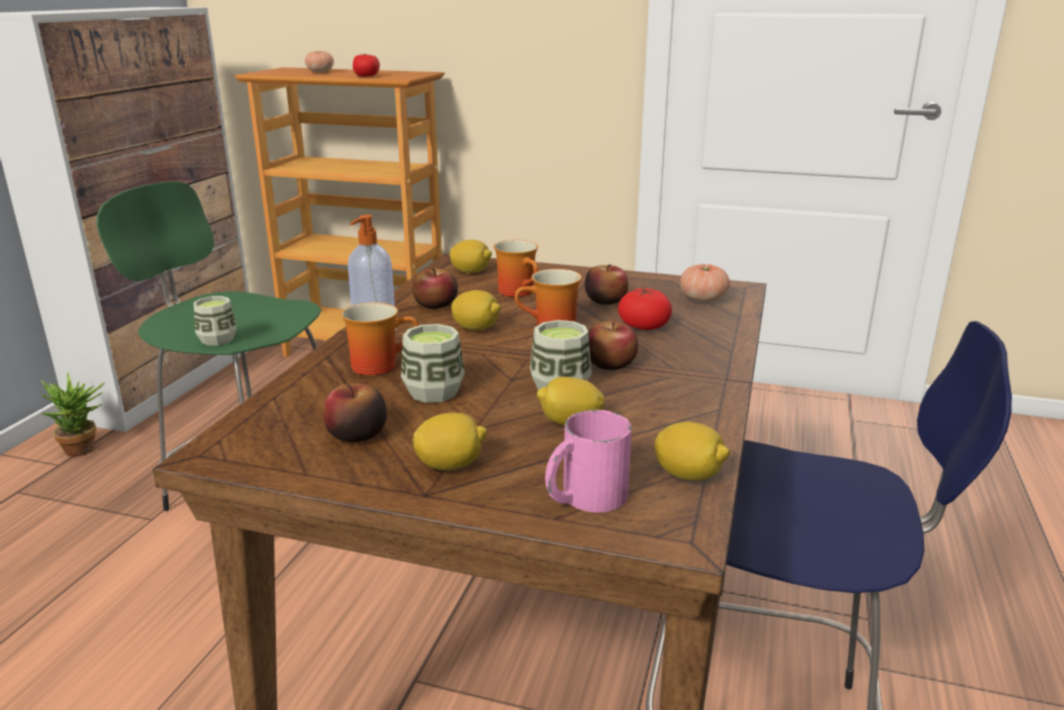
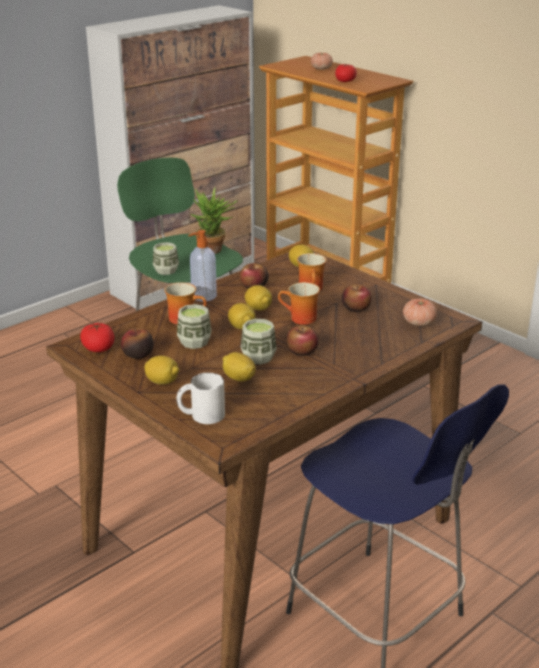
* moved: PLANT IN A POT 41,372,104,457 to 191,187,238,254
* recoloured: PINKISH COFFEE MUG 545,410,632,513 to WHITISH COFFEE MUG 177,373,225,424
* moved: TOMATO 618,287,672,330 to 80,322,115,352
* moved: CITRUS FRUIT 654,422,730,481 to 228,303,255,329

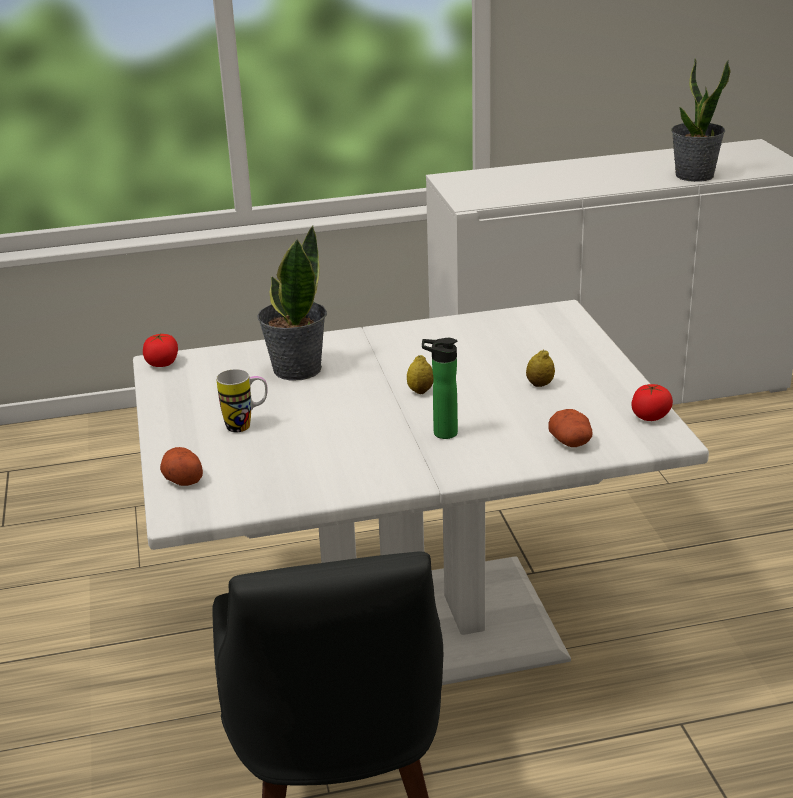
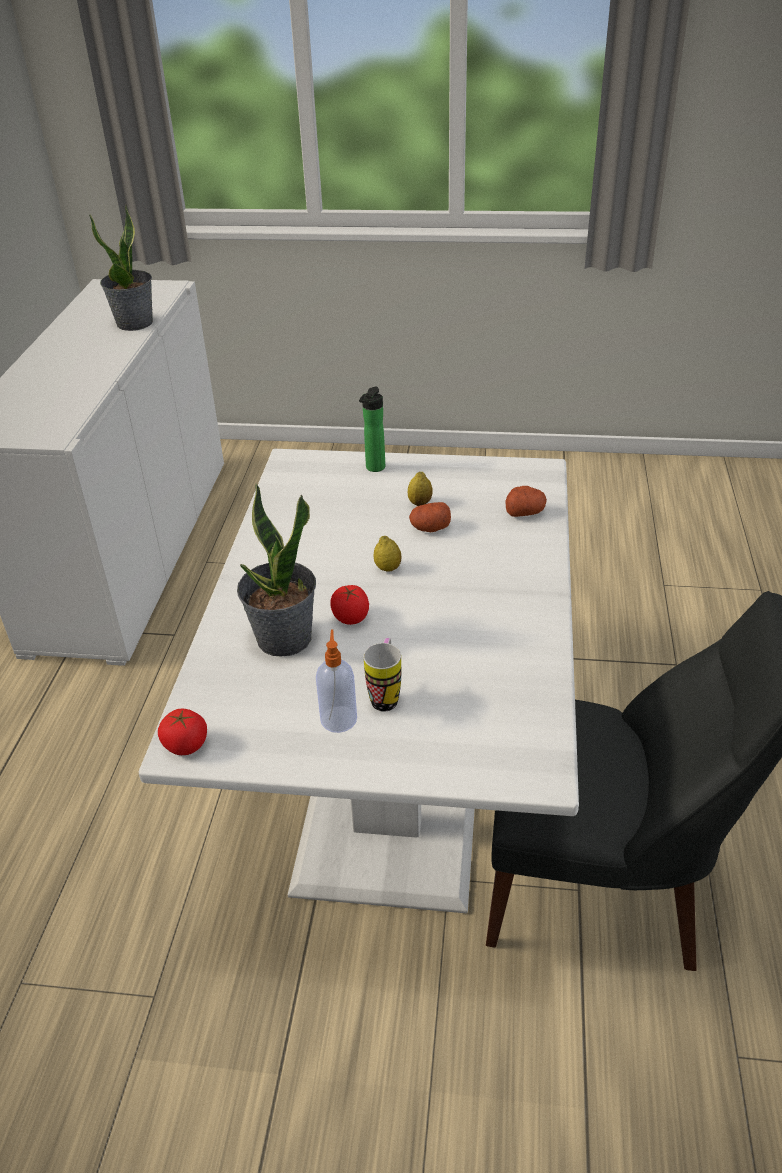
* moved: POTATO 160,447,203,486 to 409,502,451,532
* moved: BOTTLE 422,338,458,439 to 359,387,385,472
* moved: TOMATO 631,384,673,421 to 330,585,369,625
* added: SOAP DISPENSER 316,630,357,733

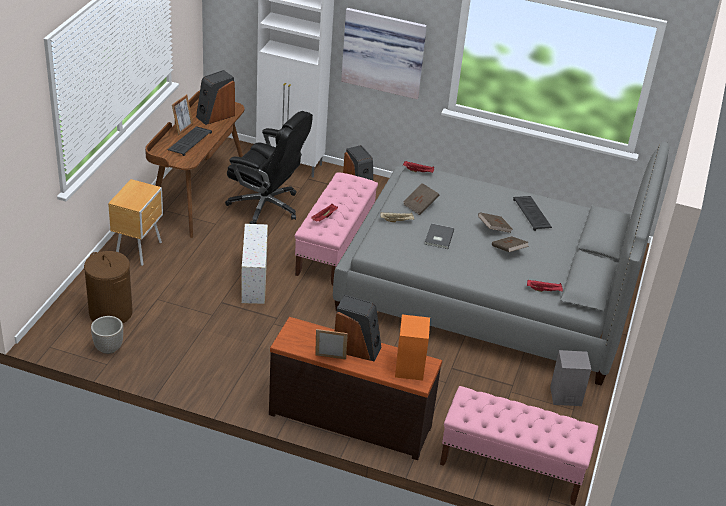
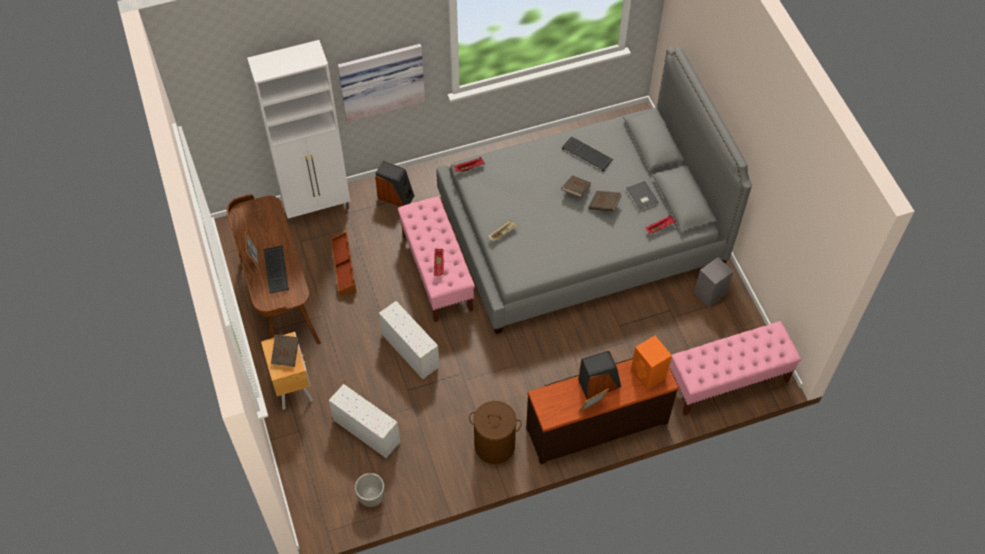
* moved: BROWN HAMPER 84,251,133,323 to 469,401,522,464
* removed: AUDIO SPEAKER 196,70,235,125
* replaced: BLACK-COLOURED DESK CHAIR 225,111,313,224 to BROWN STORAGE BOX 331,231,357,296
* moved: BROWN BOUND BOOK 403,183,439,215 to 271,334,299,367
* moved: GREYISH BOUND BOOK 425,223,454,249 to 626,181,659,211
* added: WHITISH STORAGE BOX 329,384,400,458

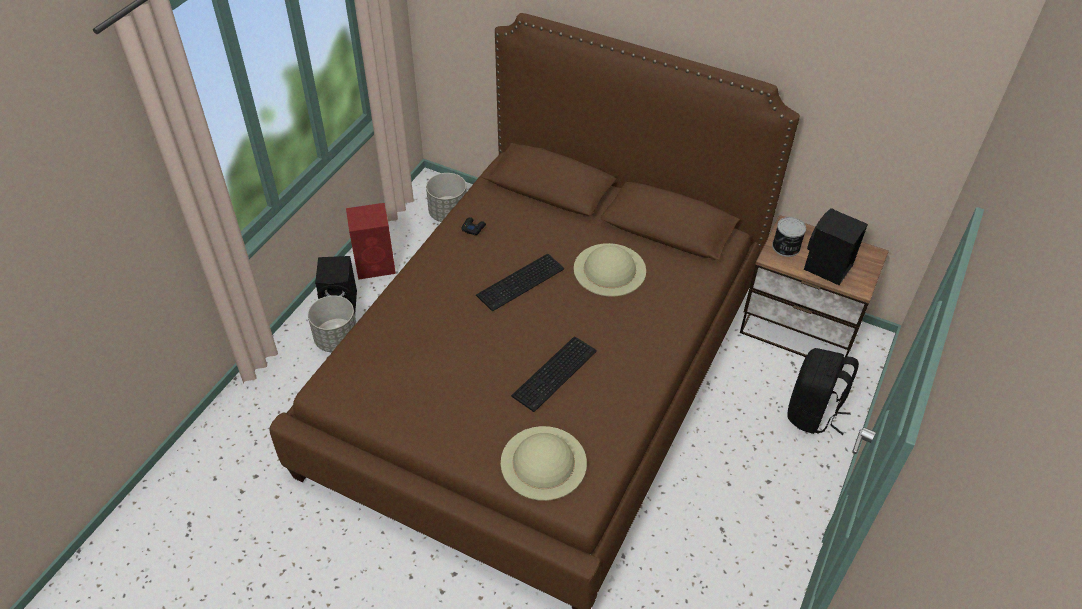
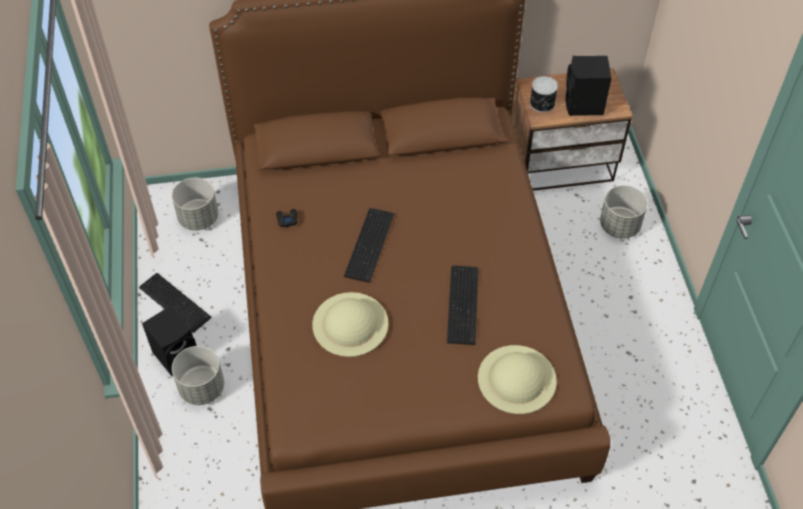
* replaced: RED-COLOURED AUDIO SPEAKER 346,203,396,280 to KEYBOARD 139,273,212,333
* moved: SAND-COLOURED HAT 574,243,646,297 to 312,292,388,357
* replaced: BLACK-COLOURED BACKPACK 787,348,859,435 to GREYISH PLANTER 600,185,648,239

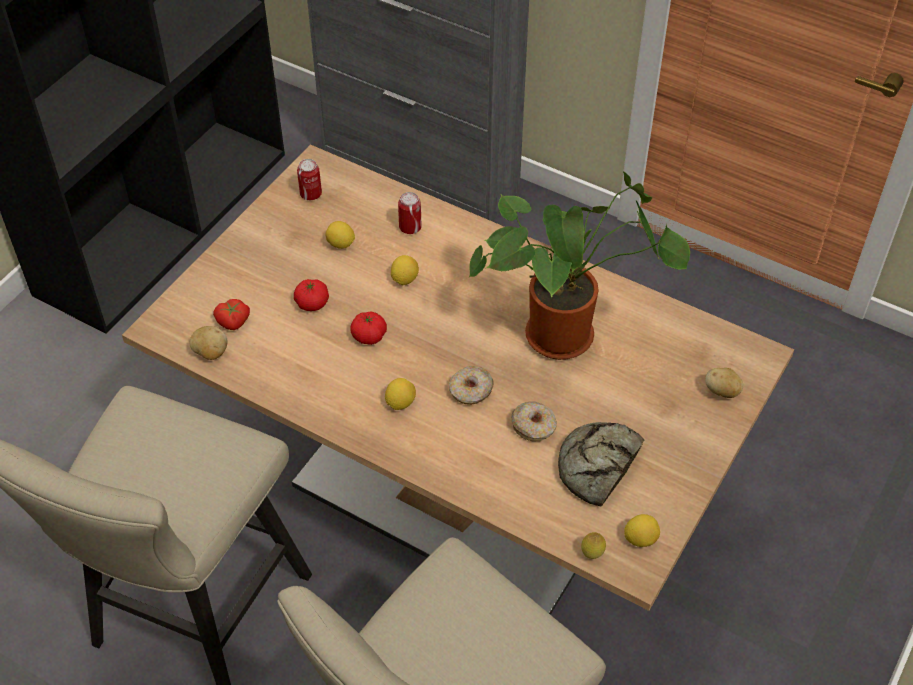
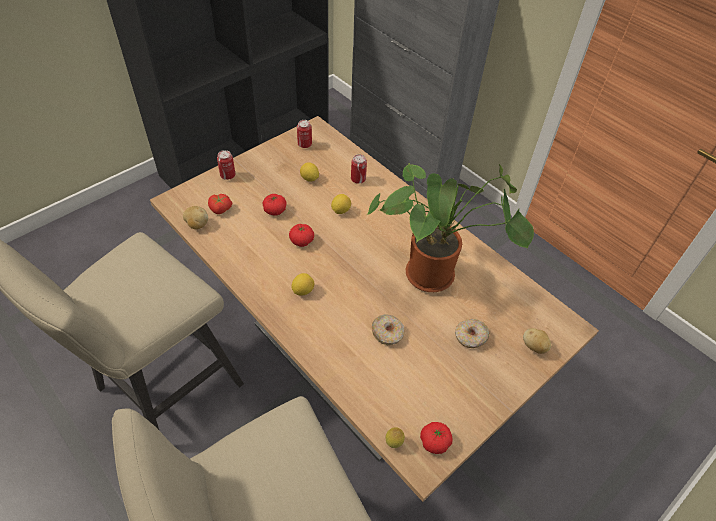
* moved: DOUGHNUT 449,366,494,405 to 455,319,490,348
* removed: BREAD 558,422,644,506
* replaced: CITRUS FRUIT 624,514,660,547 to TOMATO 420,422,453,454
* added: SEALED CAN 217,150,235,180

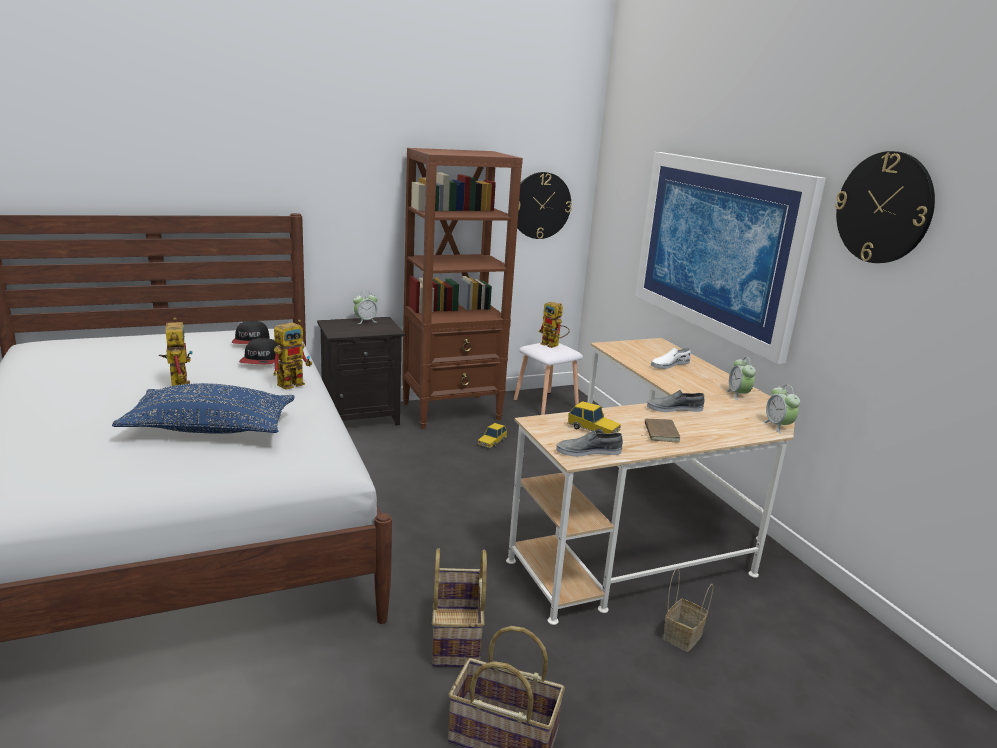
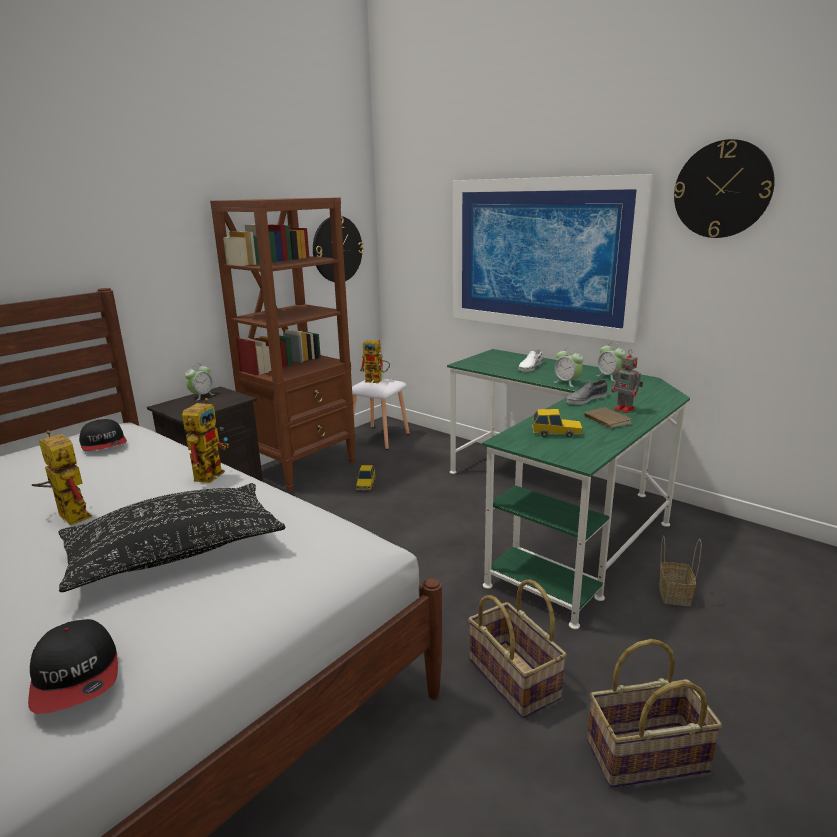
* recoloured: BLUE THROW PILLOW 112,383,295,434 to BLACK-COLOURED THROW PILLOW 59,483,285,592
* moved: PEAKED CAP 239,338,278,364 to 28,619,118,714
* recoloured: SAND-COLOURED DESK 506,338,795,625 to GREEN DESK 447,349,690,629
* removed: GREYISH ITEM OF FOOTWEAR 556,430,623,457
* moved: BEDSIDE CLOCK 763,385,800,433 to 555,347,583,387
* added: TOY ROBOT 611,349,643,413

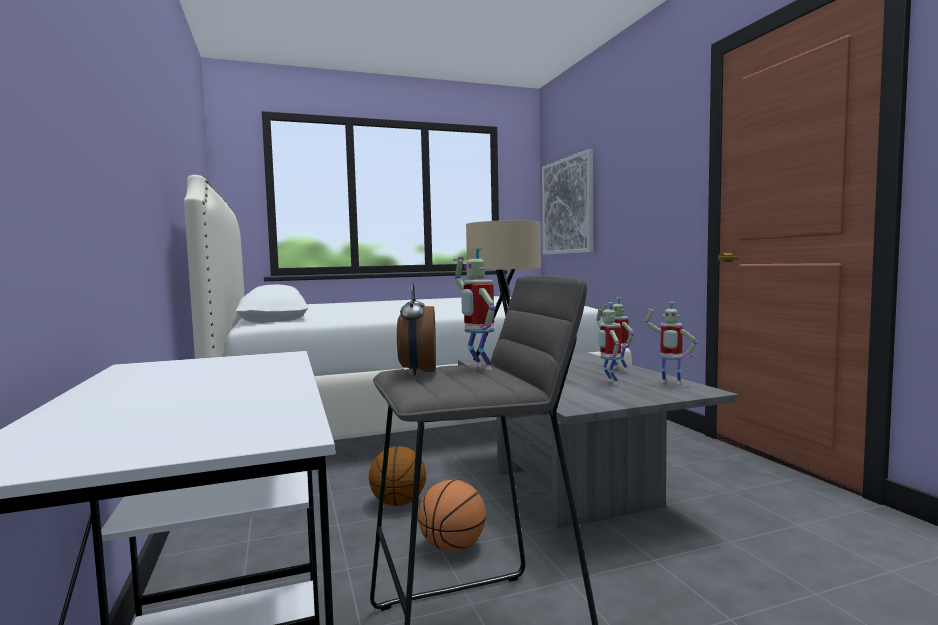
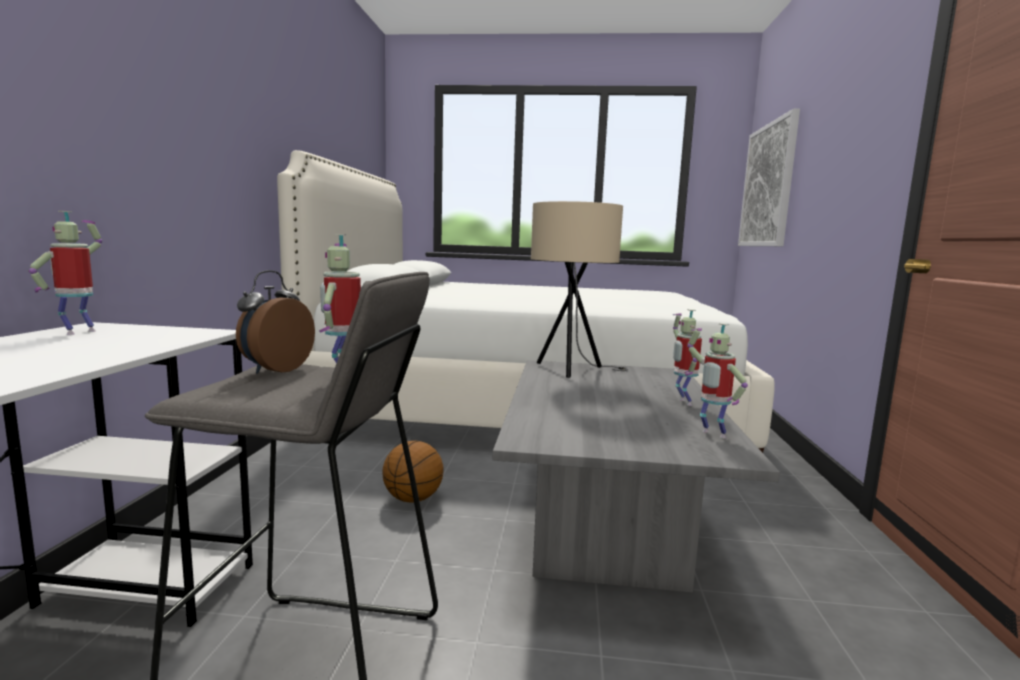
* removed: BASKETBALL BALL 418,480,486,552
* moved: TOY ROBOT 595,303,621,385 to 29,211,102,335

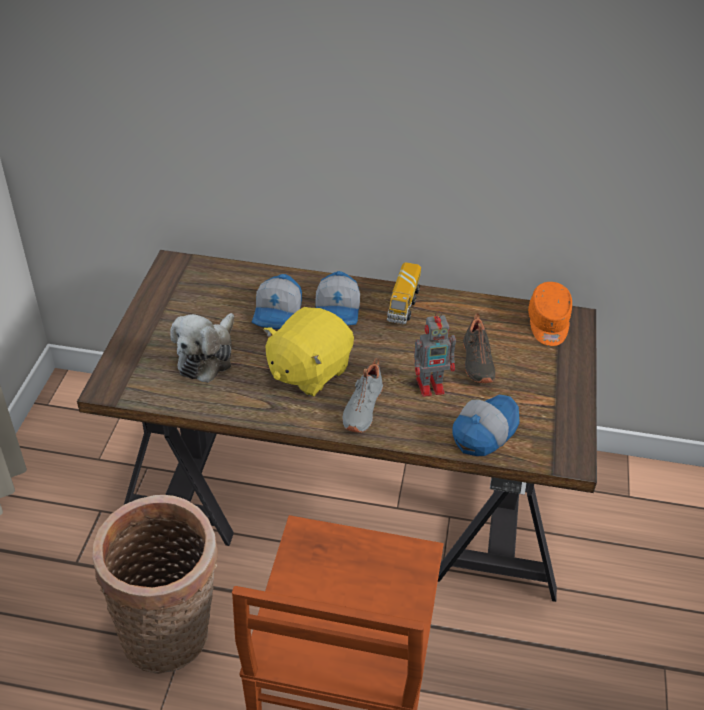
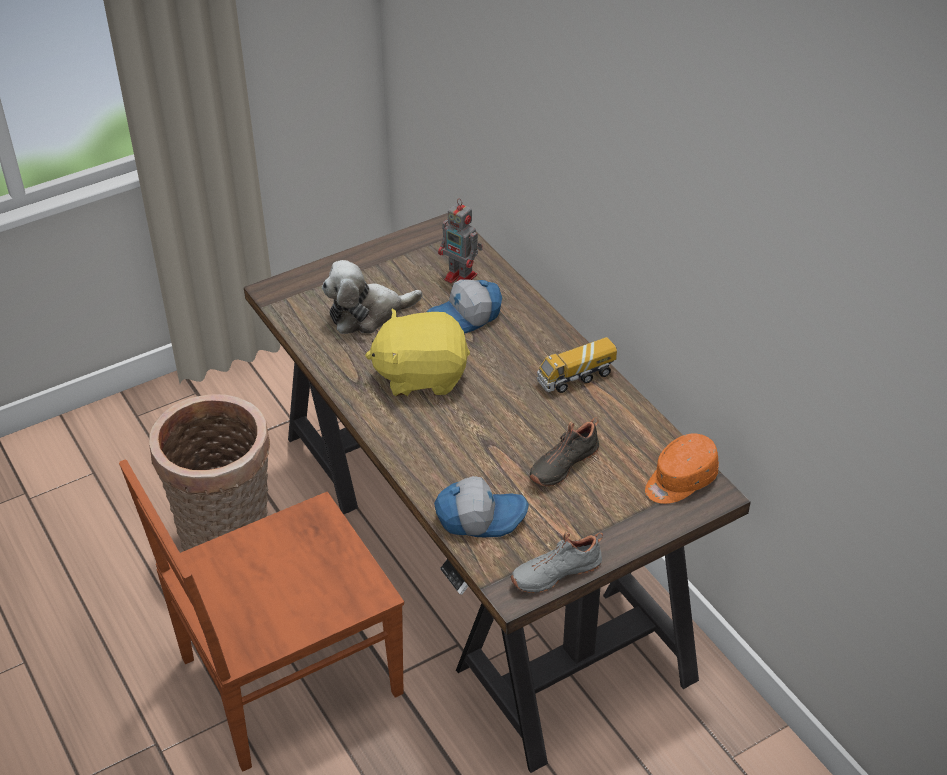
* removed: PEAKED CAP 316,271,360,325
* moved: GREYISH ITEM OF FOOTWEAR 343,359,383,432 to 511,531,603,593
* moved: TOY ROBOT 414,311,456,397 to 438,198,483,283

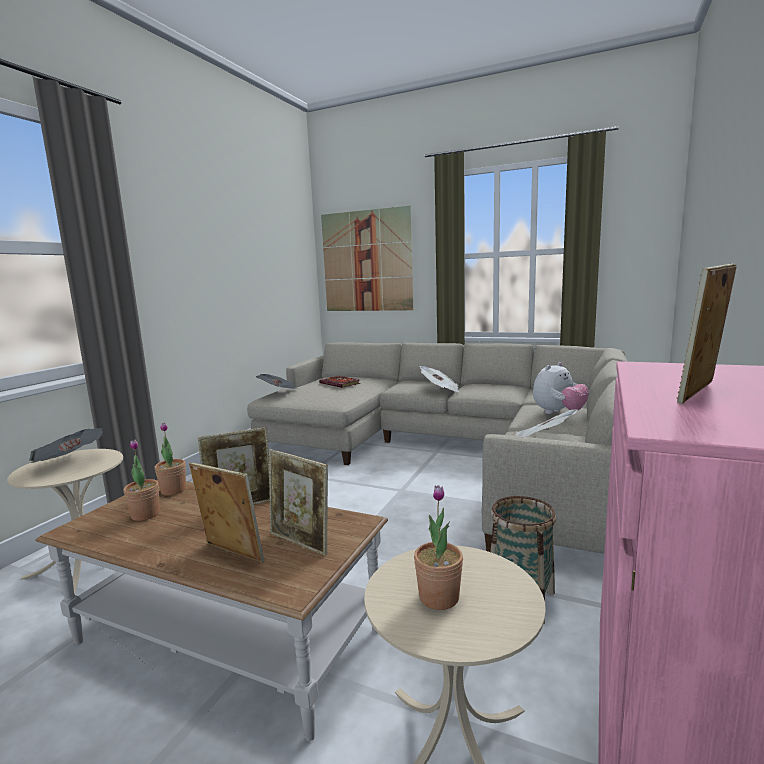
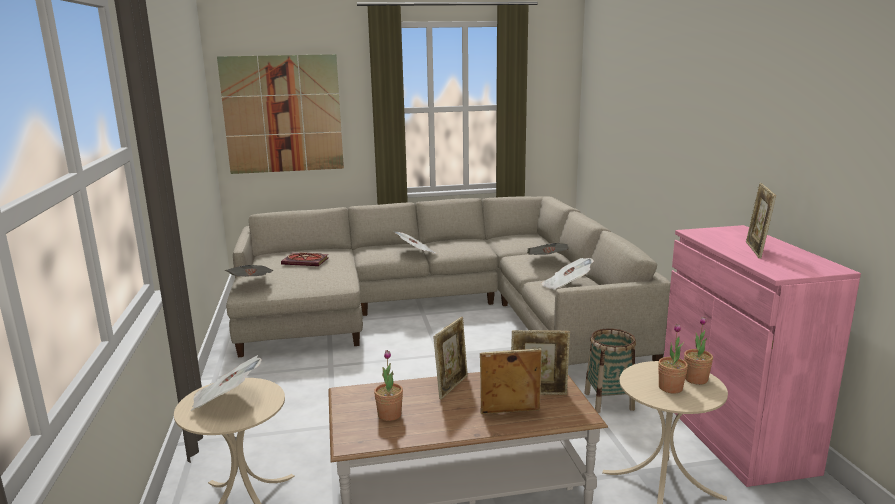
* moved: PLANT IN A POT 155,422,186,496 to 684,316,713,385
* replaced: PLUSH TOY 533,362,589,414 to PRINTED PAPER 527,243,569,255

